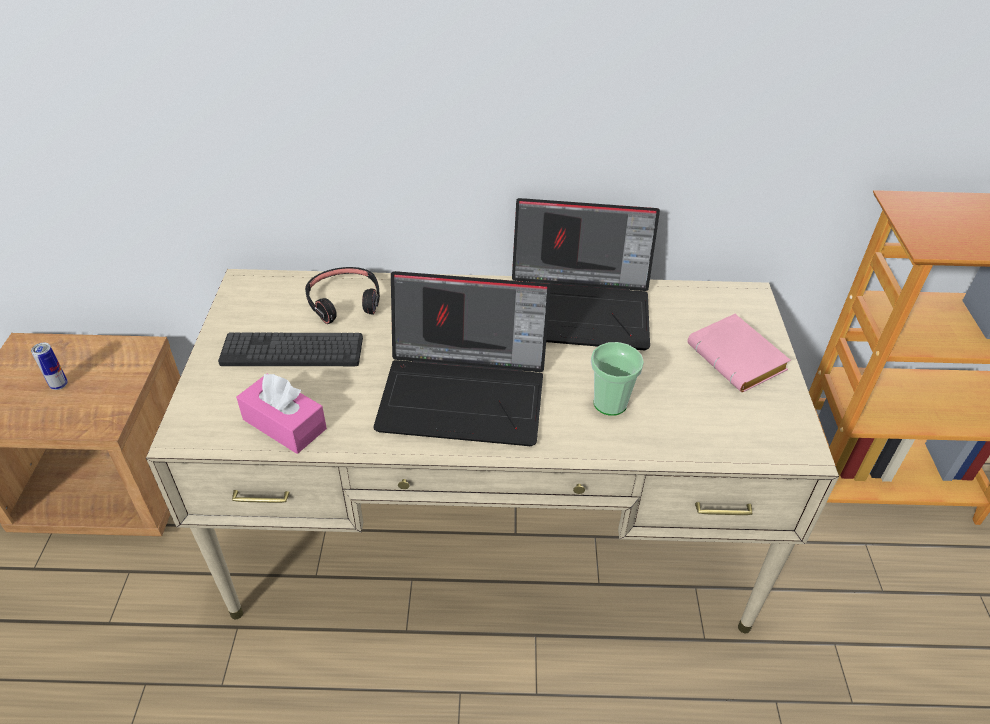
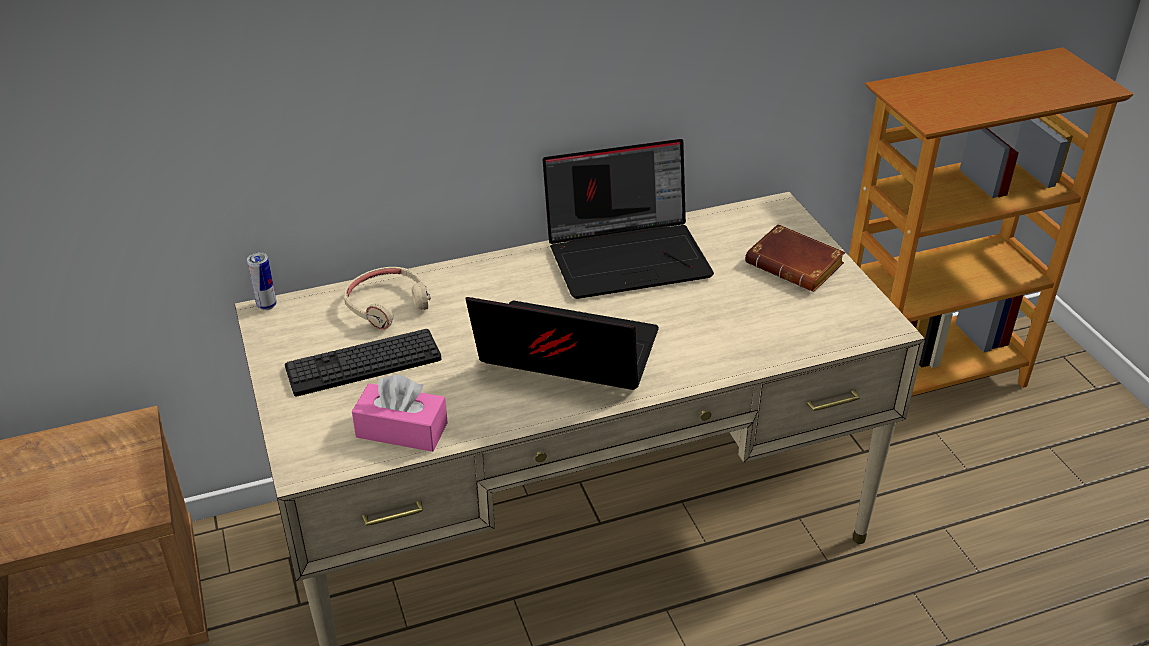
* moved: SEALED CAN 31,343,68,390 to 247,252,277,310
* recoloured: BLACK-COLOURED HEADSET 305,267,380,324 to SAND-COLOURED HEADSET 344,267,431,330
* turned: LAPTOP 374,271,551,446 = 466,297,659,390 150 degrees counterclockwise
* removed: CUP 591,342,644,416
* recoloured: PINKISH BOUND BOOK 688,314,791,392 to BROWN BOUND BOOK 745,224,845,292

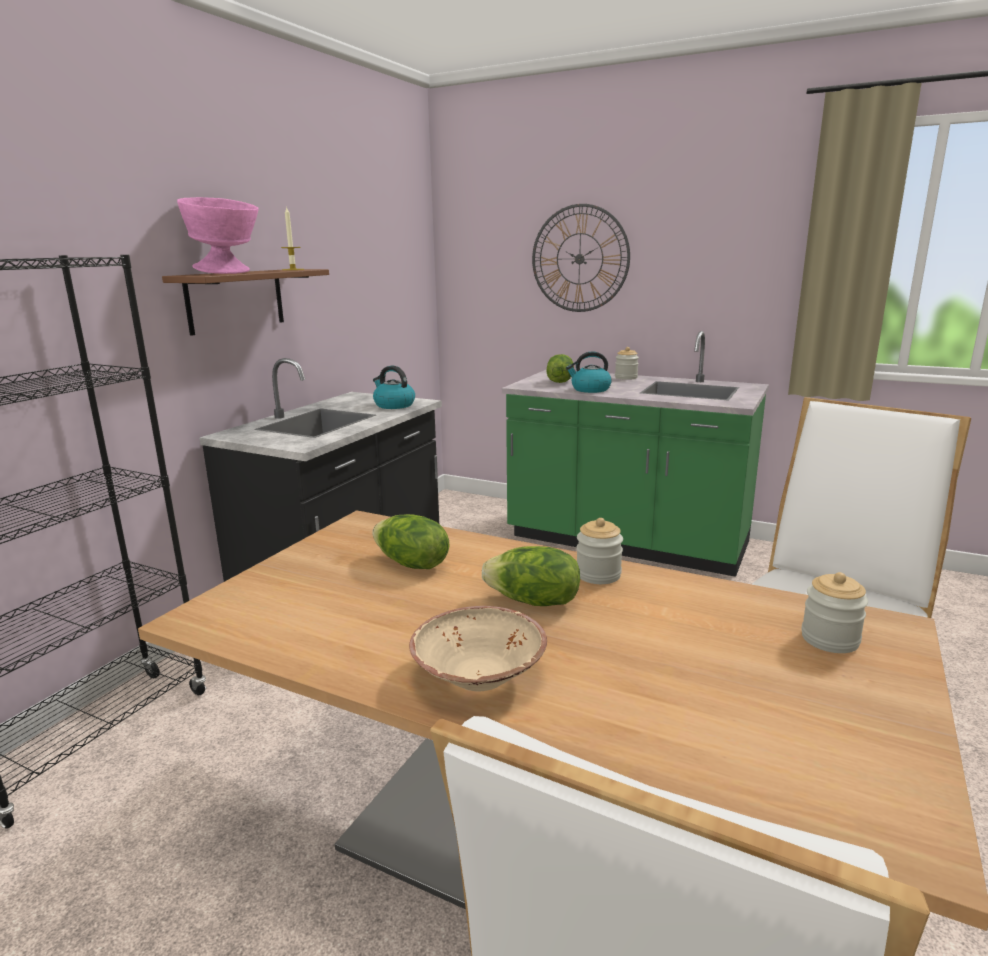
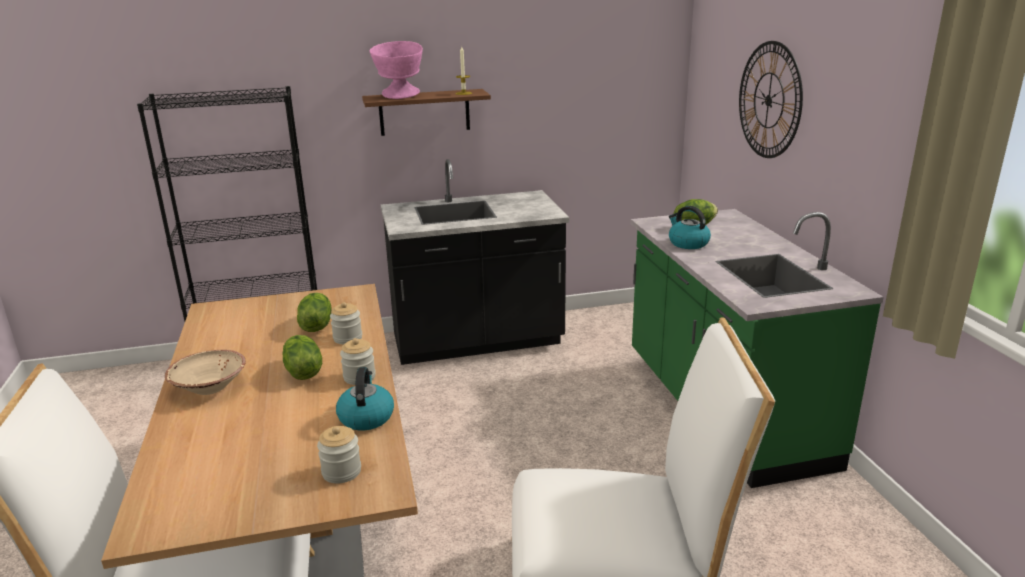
* moved: KETTLE 373,366,415,409 to 336,367,394,431
* moved: PRESERVE JAR 615,347,639,380 to 330,302,362,344

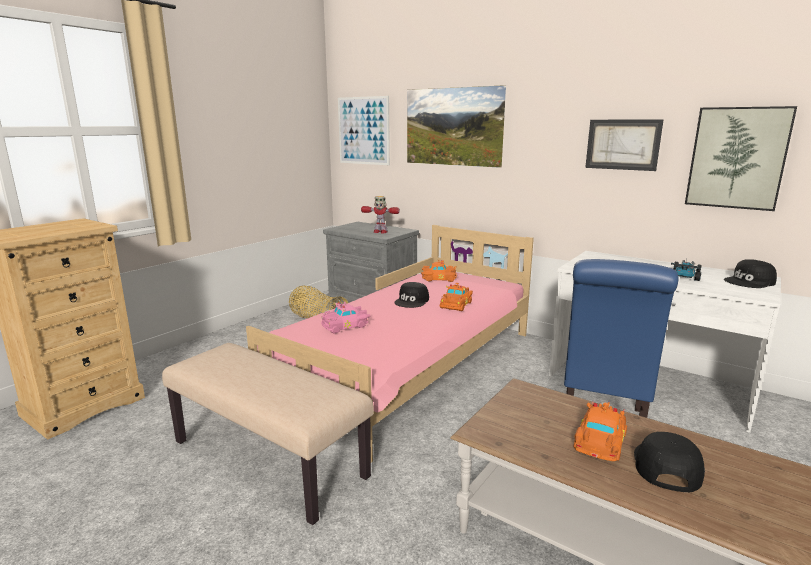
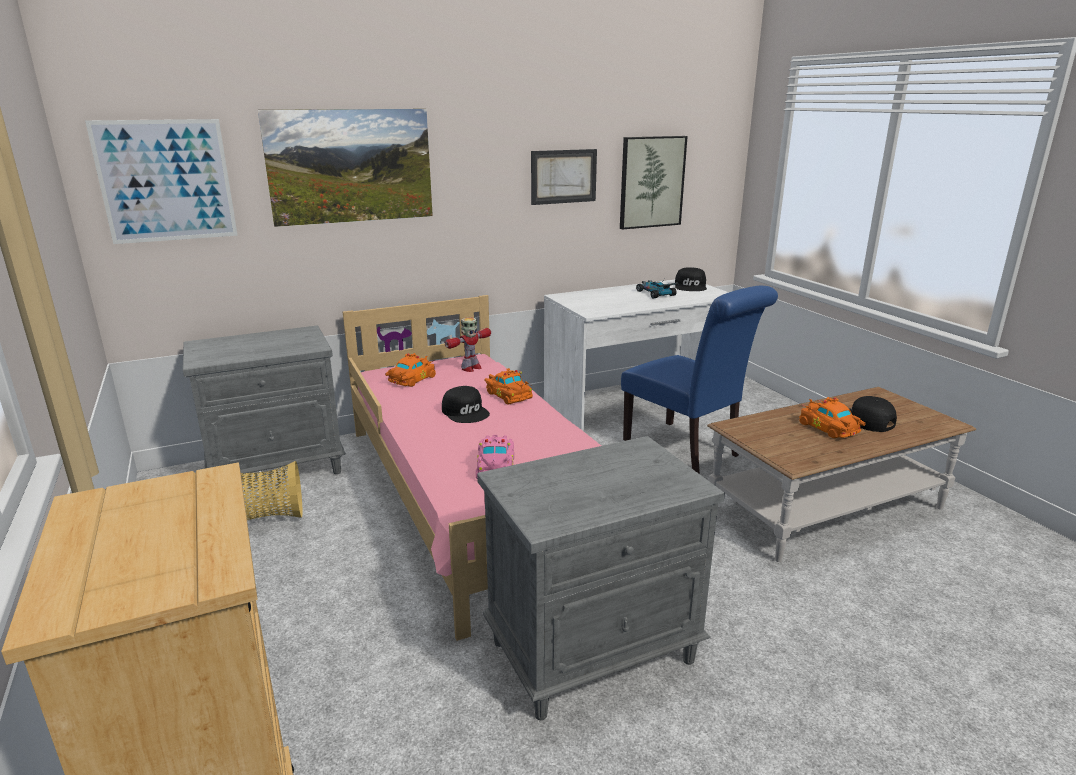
* replaced: SAND-COLOURED INDOOR BENCH 162,343,374,525 to GREYISH NIGHT TABLE 477,436,725,720
* moved: TOY ROBOT 361,196,400,233 to 445,317,491,372

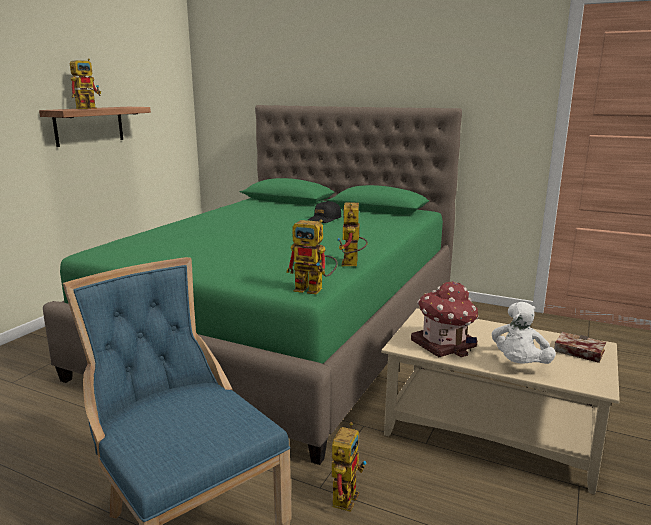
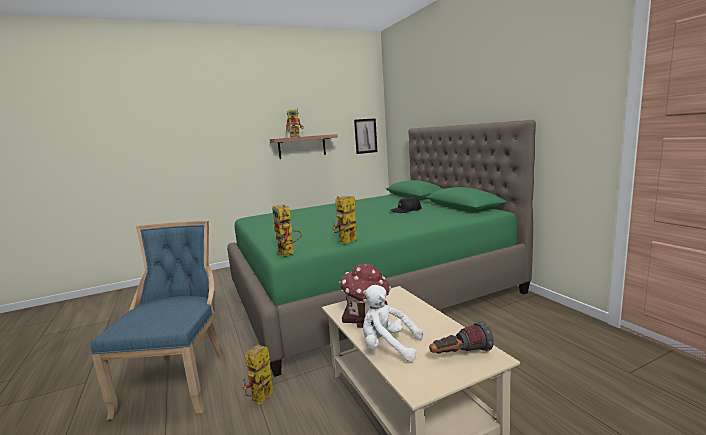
* turned: TOY ROBOT 332,422,367,512 = 242,345,274,404 150 degrees clockwise
* turned: WHITISH PLUSH TOY 492,302,556,364 = 363,285,423,361 45 degrees clockwise
* replaced: BOUND BOOK 554,332,606,363 to HAND TORCH 429,321,494,354
* added: WALL ART 354,118,378,154

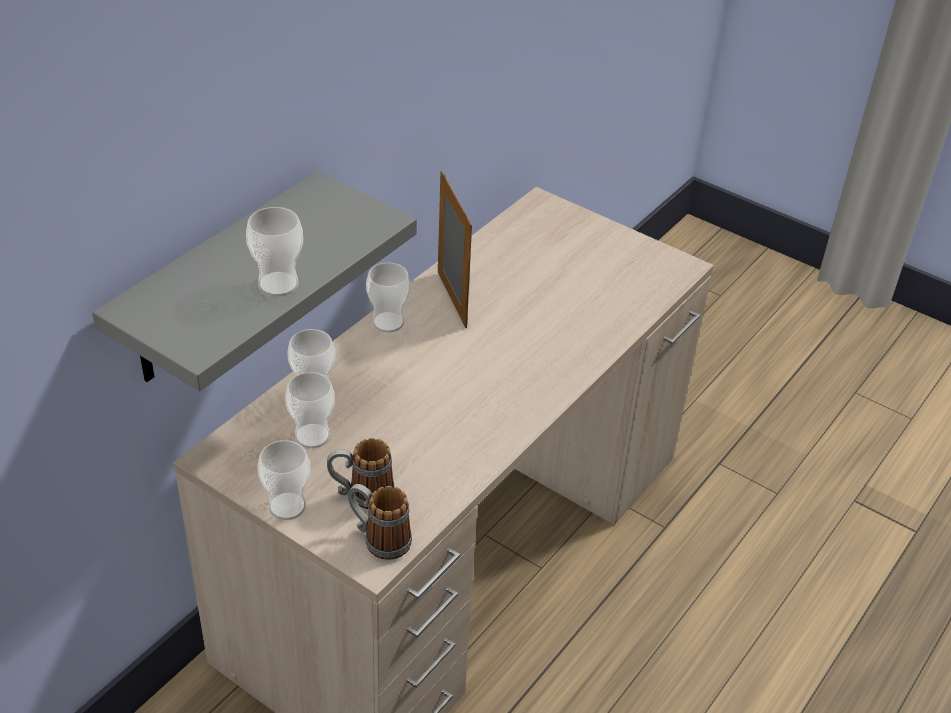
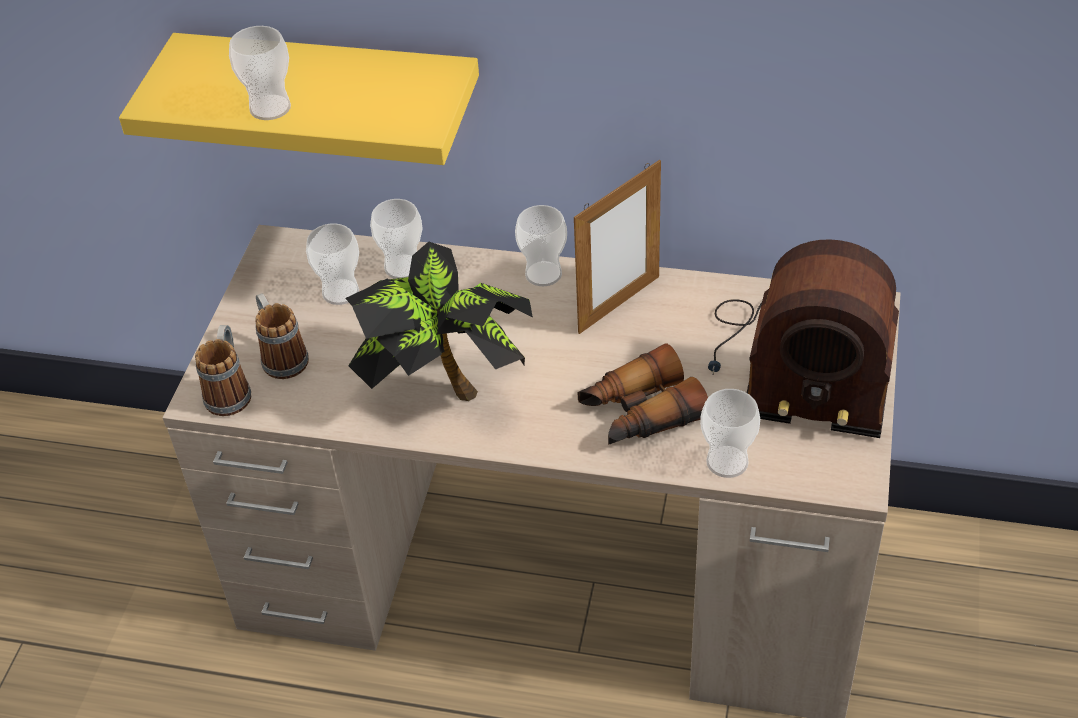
* recoloured: GREYISH SHELF 92,171,417,391 to YELLOWISH SHELF 119,33,479,165
* moved: CUP 258,440,310,520 to 700,389,760,478
* added: PLANT IN A POT 345,242,533,401
* added: FIELD GLASSES 577,343,708,444
* added: RADIO RECEIVER 708,239,899,438

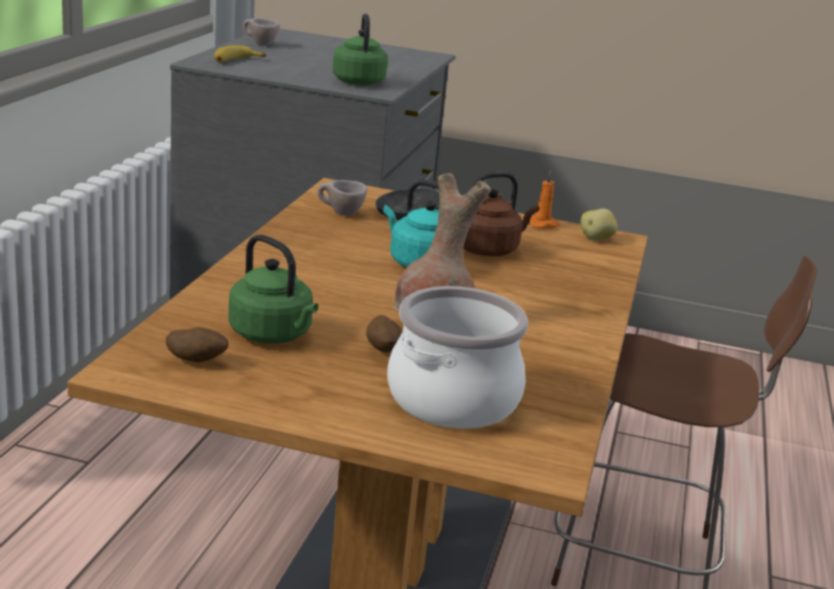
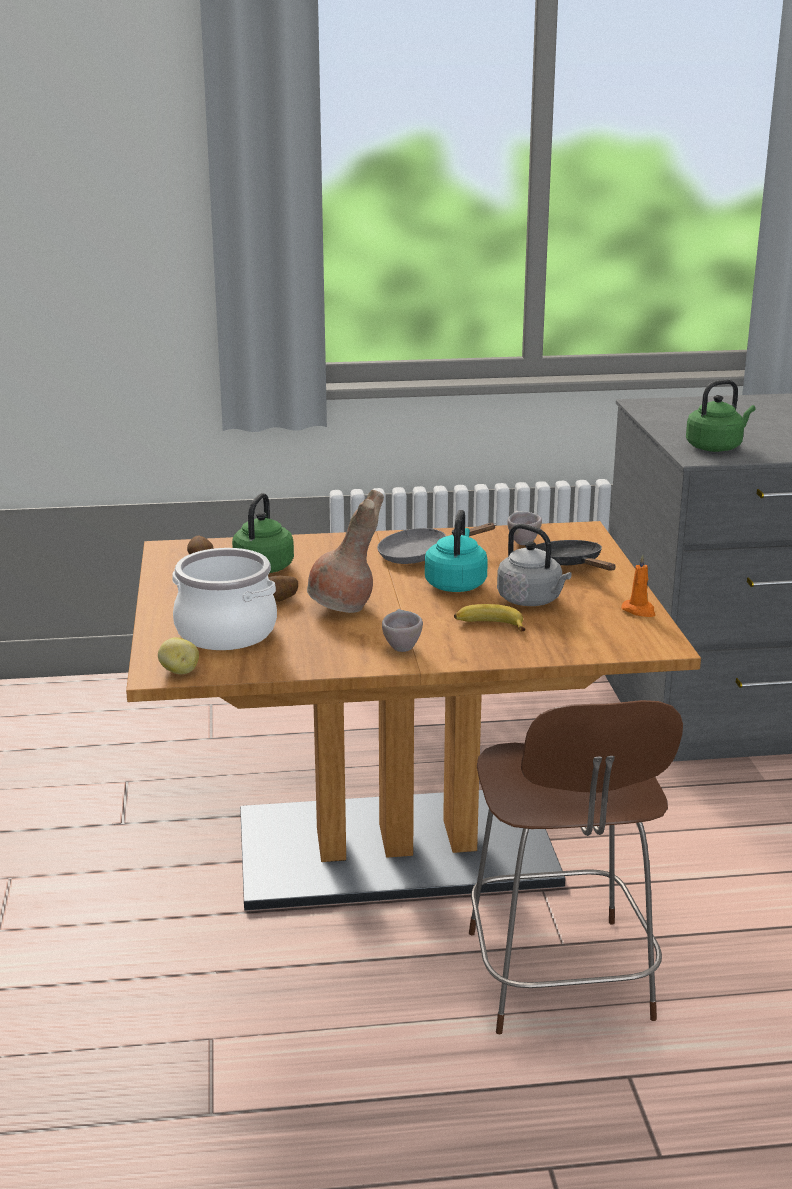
* moved: BANANA 214,45,266,62 to 454,604,525,631
* moved: SAND-COLOURED CUP 243,18,280,46 to 382,609,423,652
* recoloured: BROWN KETTLE 463,172,539,256 to GREYISH KETTLE 497,524,572,606
* moved: POTATO 581,208,618,240 to 158,637,199,674
* added: GREYISH SKILLET 377,523,497,564

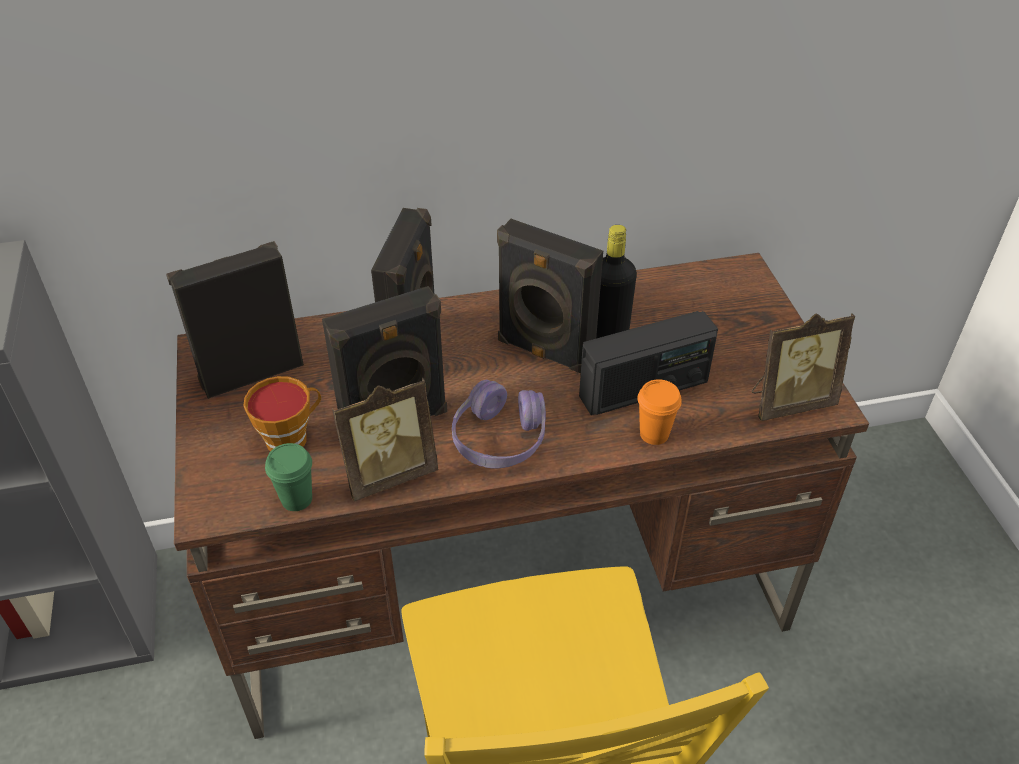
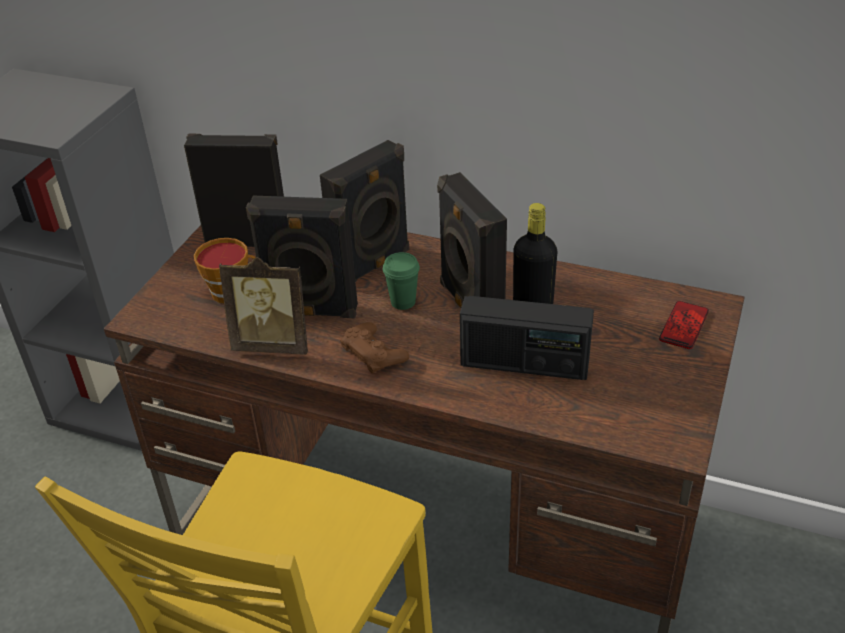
* moved: GREEN CUP 265,443,312,511 to 383,252,420,310
* replaced: PURPLE-COLOURED HEADSET 452,380,546,468 to BROWN GAME CONTROLLER 340,322,409,374
* removed: ORANGE CUP 637,379,682,445
* removed: PICTURE FRAME 752,313,855,421
* added: TELEPHONE 659,301,709,349

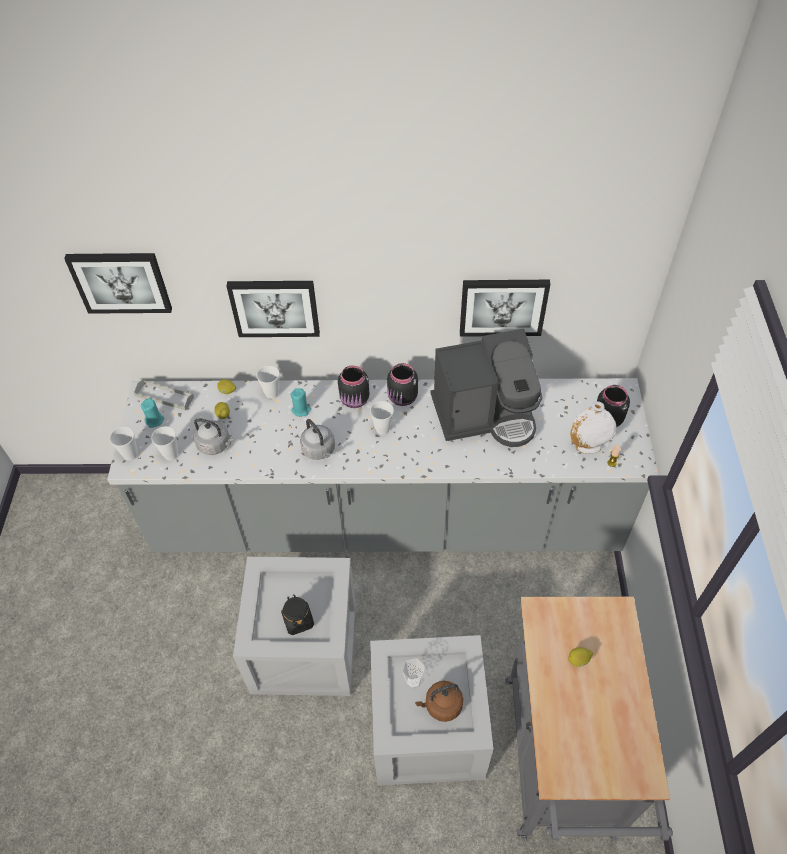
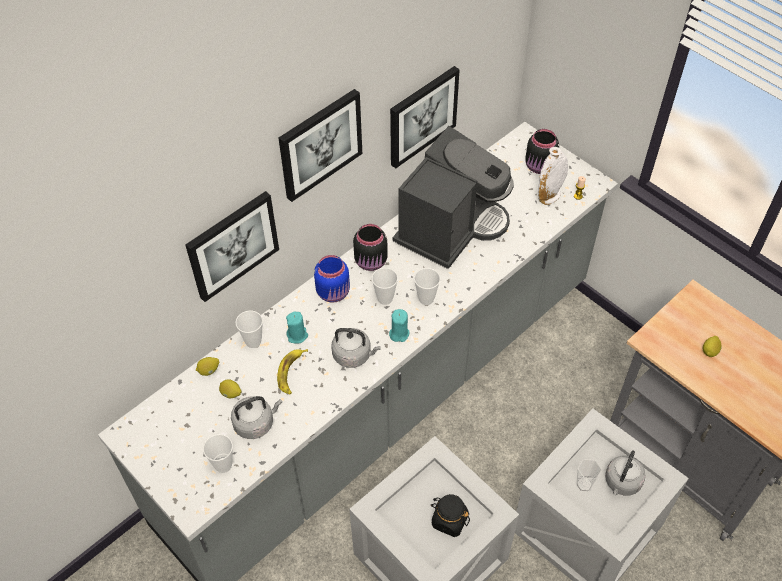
* moved: WALL ART 64,253,172,314 to 279,89,362,202
* moved: CUP 110,427,138,461 to 414,268,440,305
* removed: GREYISH TRAY 134,380,194,411
* moved: TURQUOISE-COLOURED WAX CANDLE 141,398,164,428 to 389,309,410,342
* recoloured: BLACK-COLOURED PRESERVE JAR 338,365,369,408 to BLUE PRESERVE JAR 314,255,350,303
* recoloured: BROWN KETTLE 415,681,463,722 to GREYISH KETTLE 605,451,646,495
* added: BANANA 277,349,308,394

